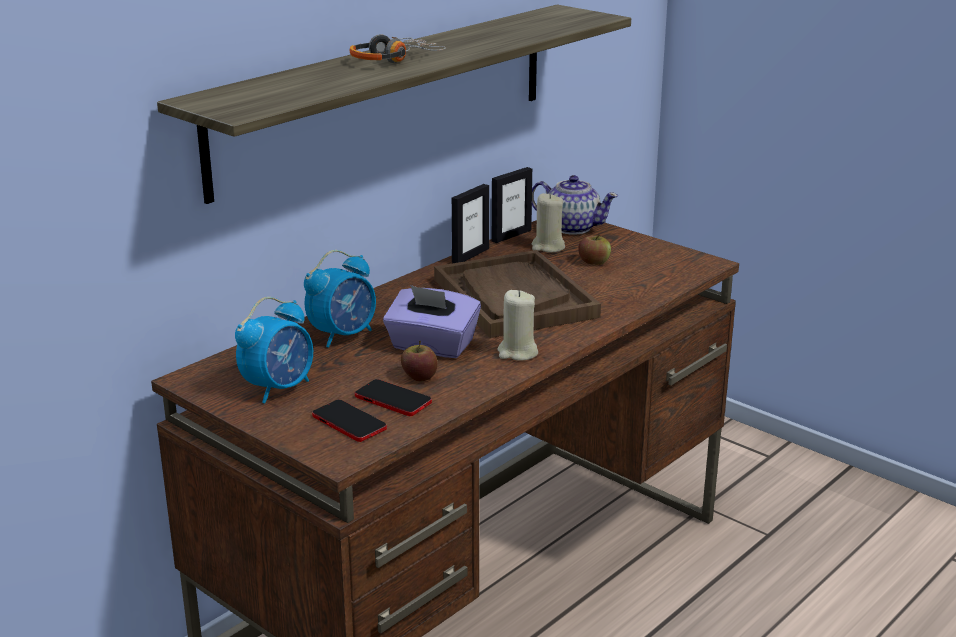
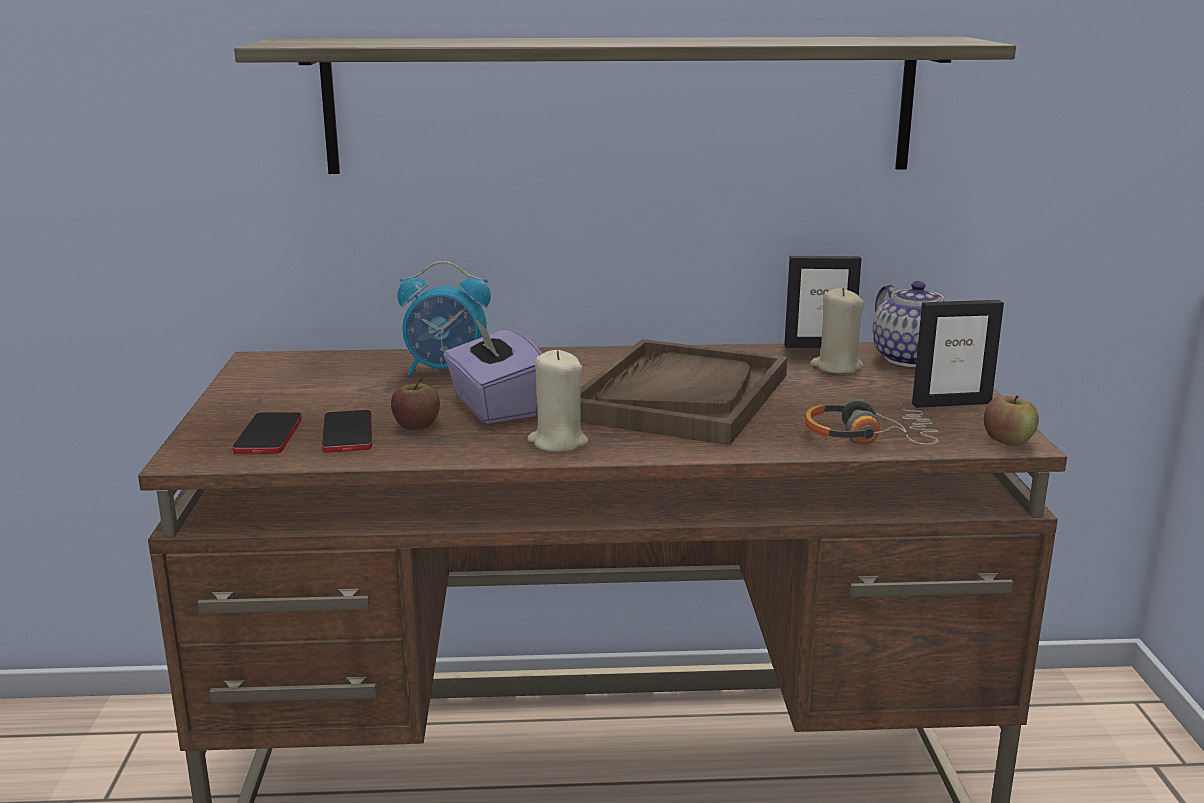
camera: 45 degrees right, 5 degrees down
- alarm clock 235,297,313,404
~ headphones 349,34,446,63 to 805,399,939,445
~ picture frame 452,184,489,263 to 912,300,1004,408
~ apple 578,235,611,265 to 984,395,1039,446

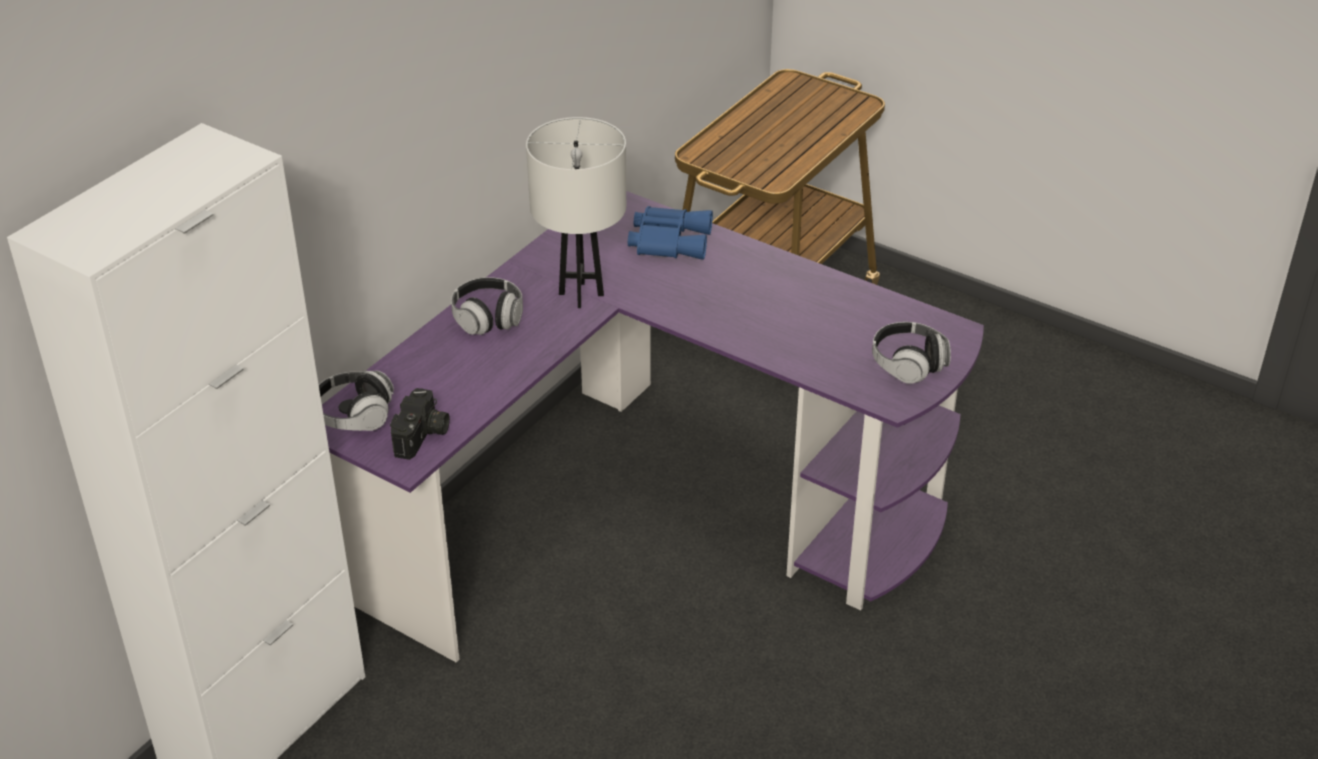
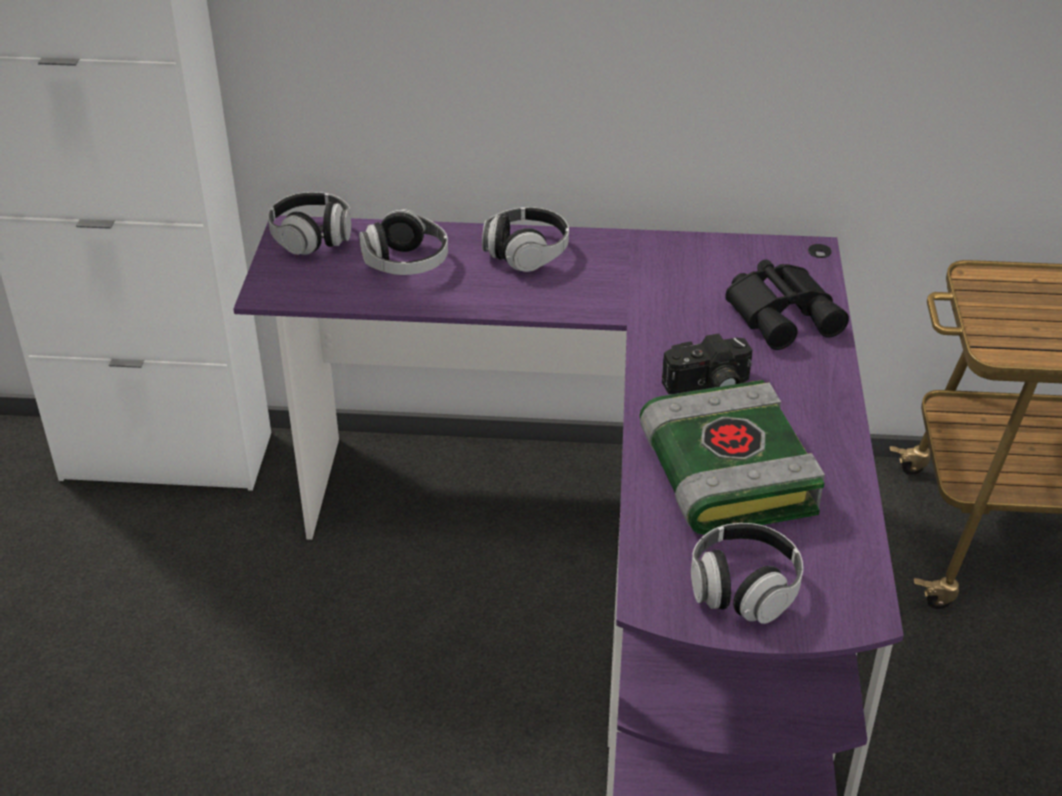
camera: 60 degrees right, 0 degrees up
- white table lamp 526,117,626,308
+ headphones 359,209,448,275
+ book 640,380,825,535
~ photo camera 390,388,450,460 to 662,333,752,394
~ blue binoculars 628,206,713,260 to black binoculars 725,260,849,350

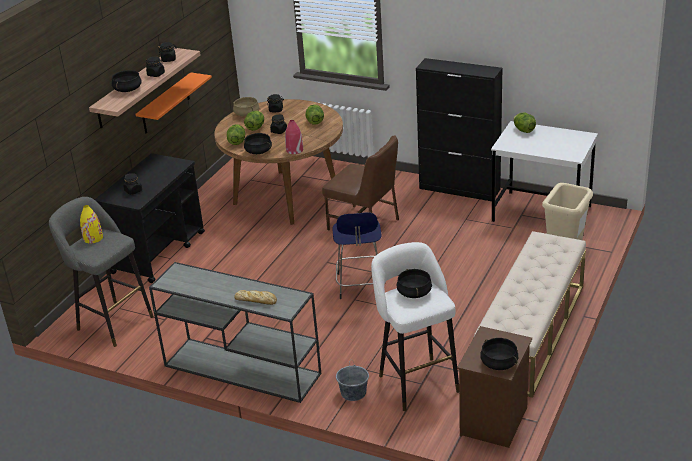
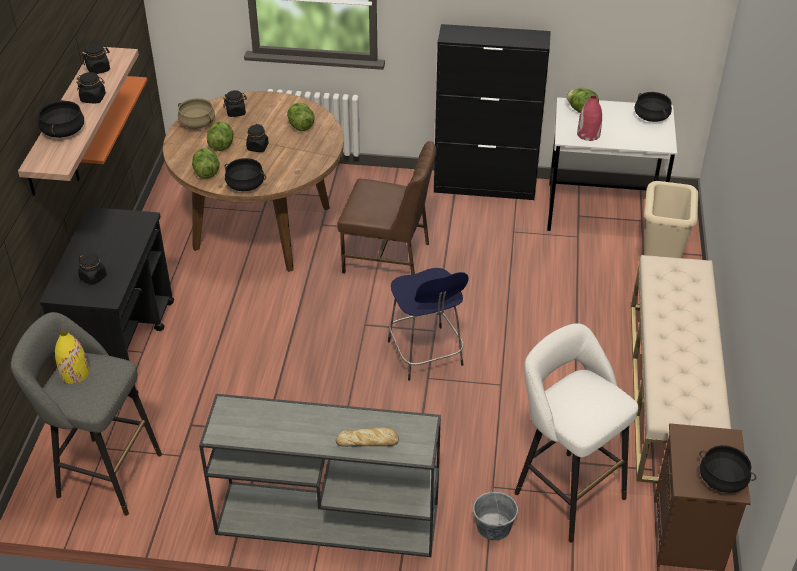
camera: 20 degrees left, 10 degrees up
~ red vase 285,120,303,154 to 577,96,602,141
~ black cooking pot 396,269,432,298 to 634,92,672,122

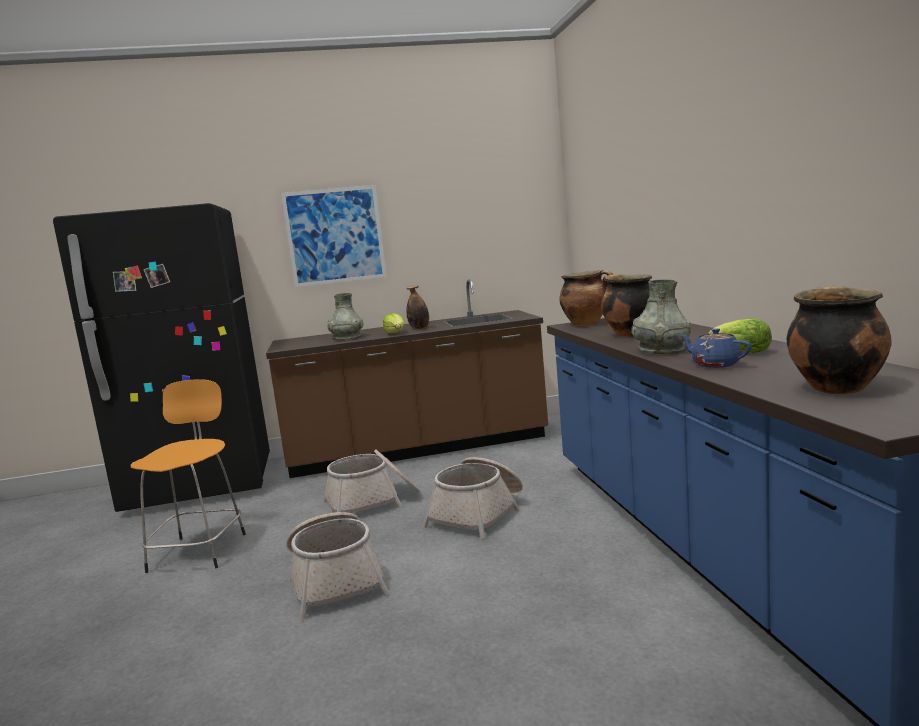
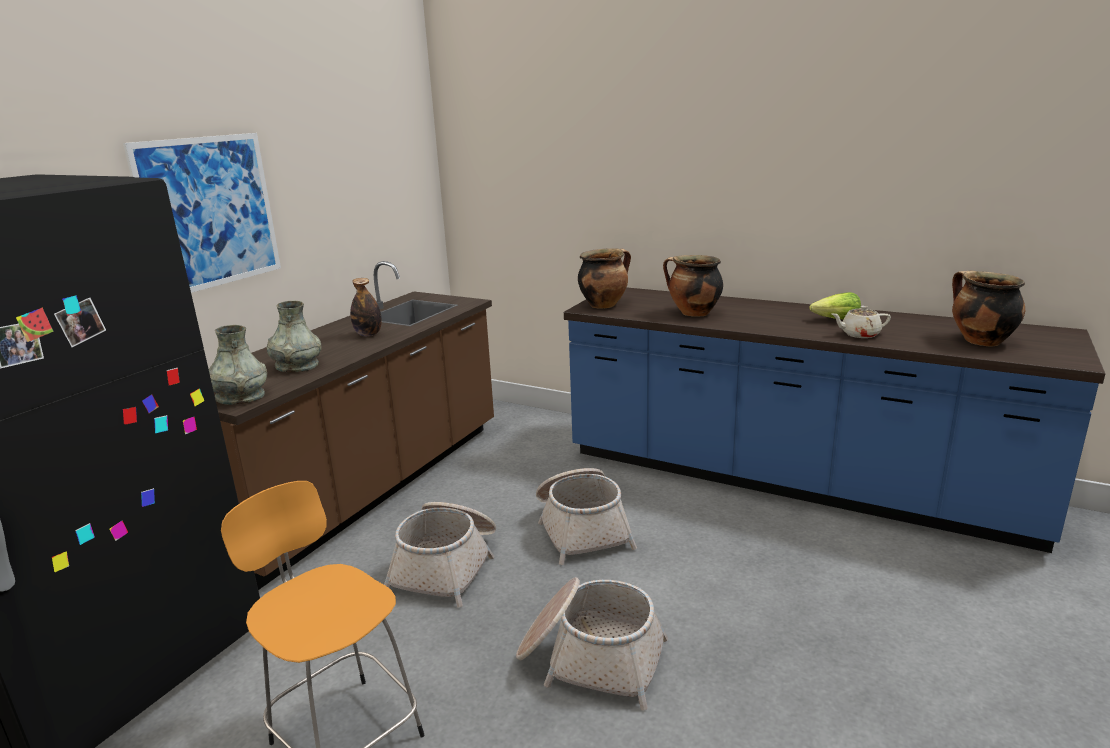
camera: 50 degrees left, 10 degrees up
- lettuce 383,313,405,334
~ grey vase 631,279,691,354 to 209,325,267,405
~ blue teapot 680,329,751,368 to beige teapot 832,306,891,338

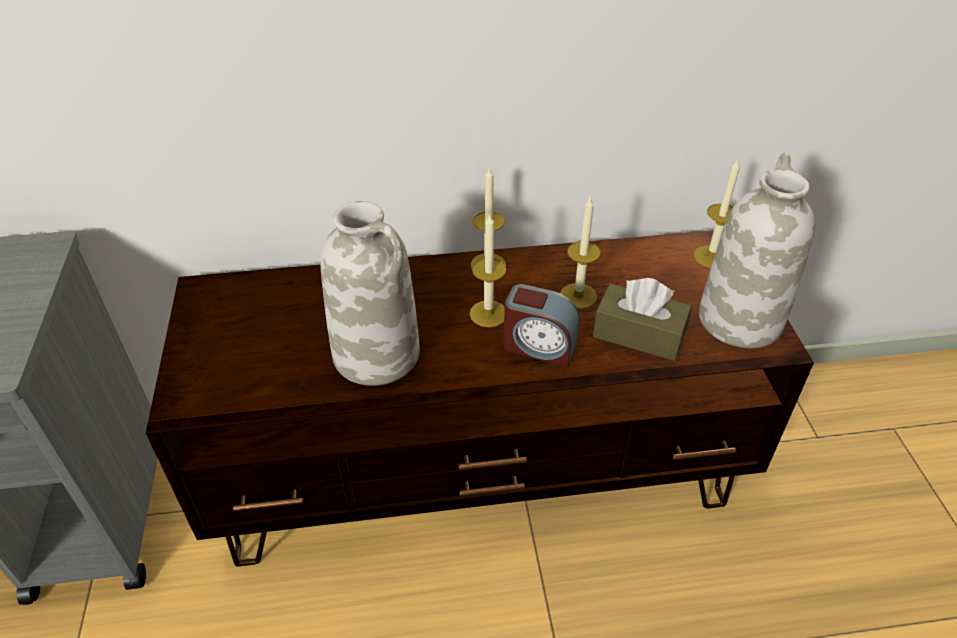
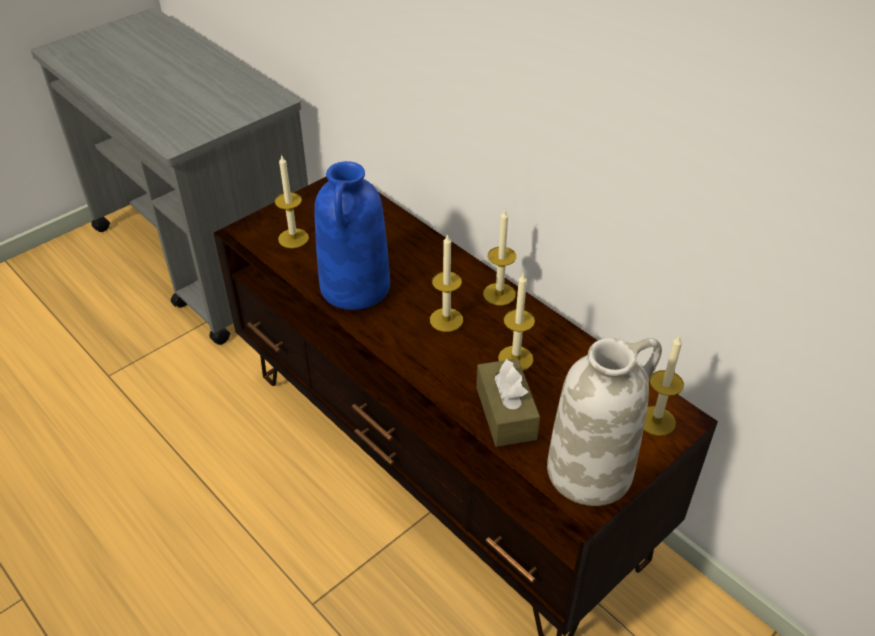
camera: 55 degrees right, 0 degrees up
- alarm clock 503,284,580,367
+ candle 275,154,309,248
~ white vase 320,201,420,386 to blue vase 314,161,390,310

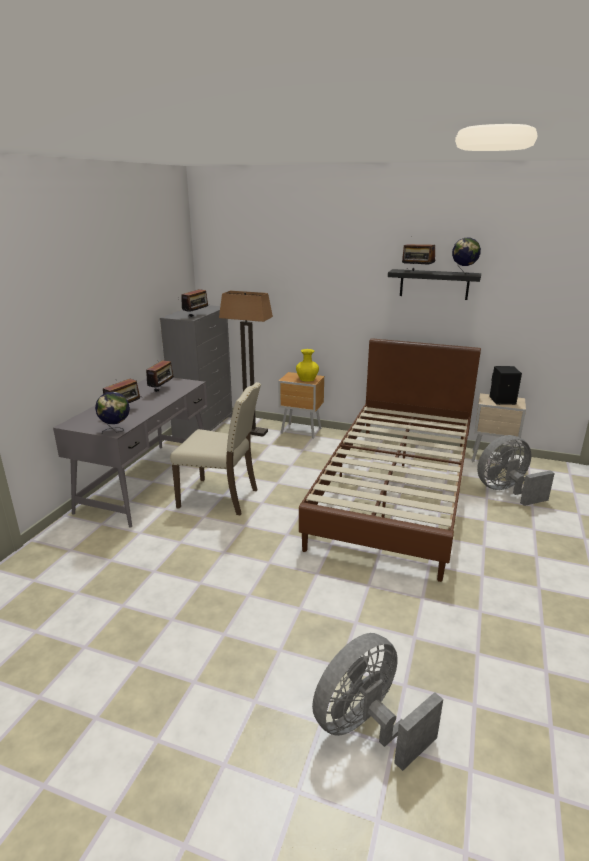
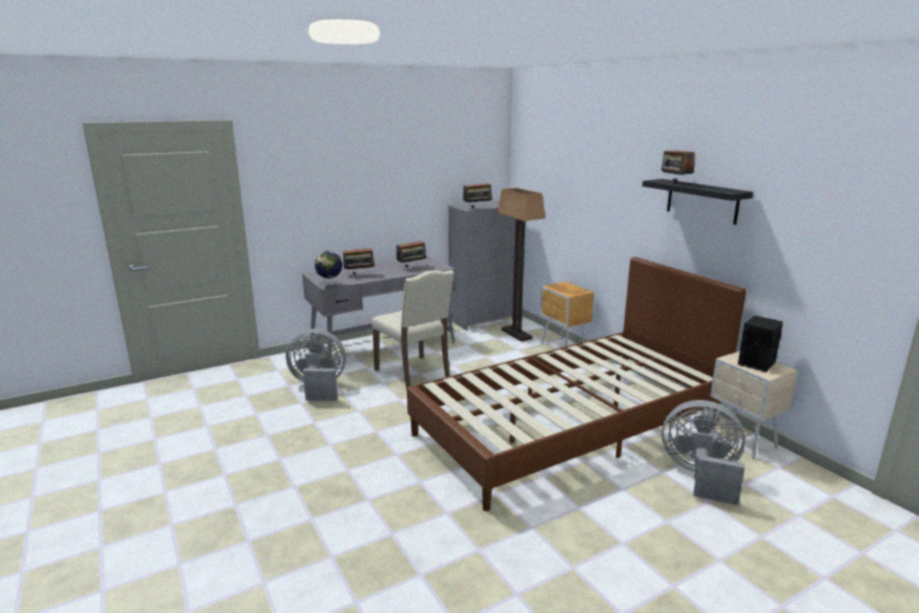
camera: 40 degrees right, 5 degrees down
- yellow vase 296,349,319,382
- globe 452,238,481,274
~ grey fan 312,633,443,771 to 286,329,346,401

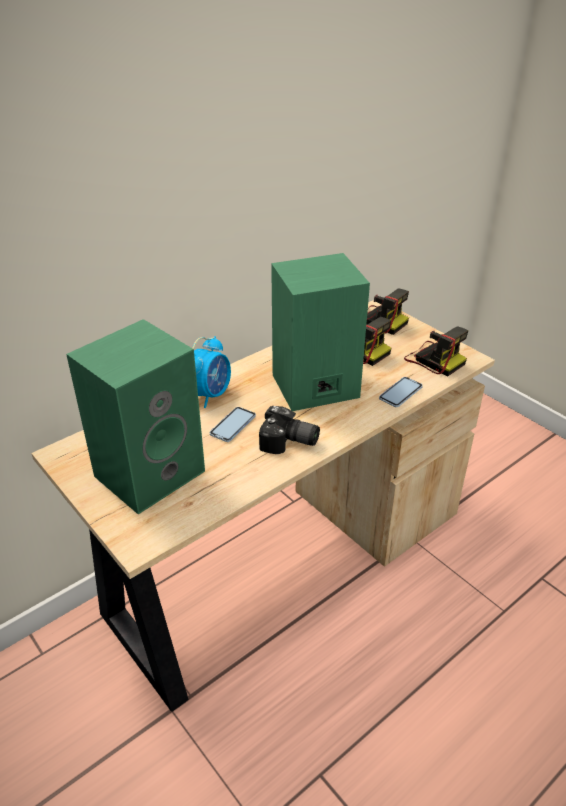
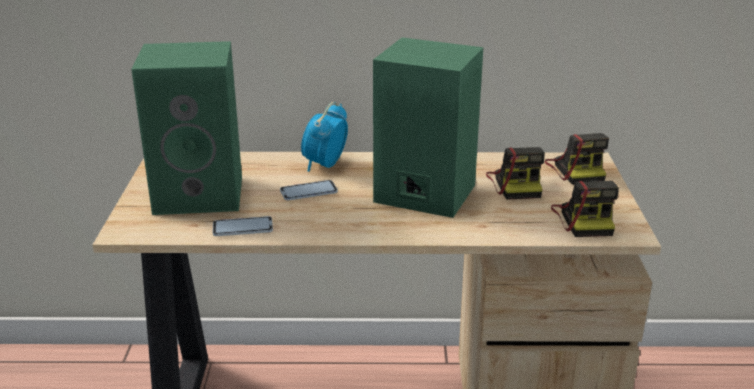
camera: 40 degrees right, 10 degrees down
- photo camera 259,406,320,454
~ phone 379,377,423,407 to 213,216,273,236
~ alarm clock 192,336,231,408 = 301,102,348,172 135 degrees clockwise

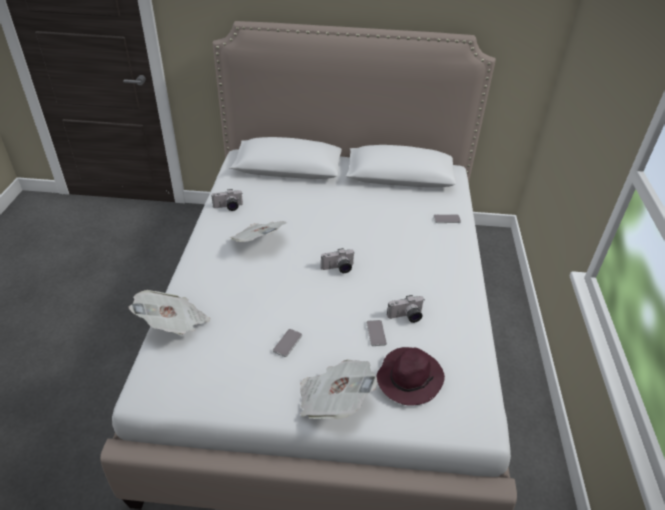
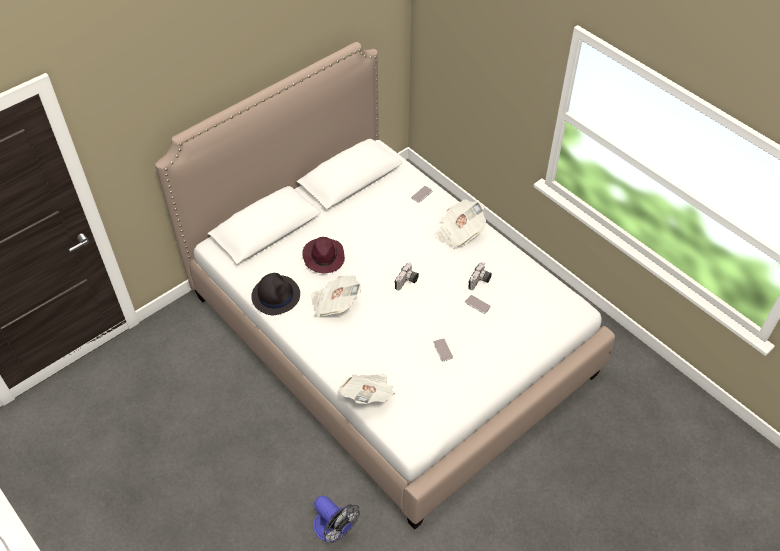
camera: 45 degrees left, 10 degrees up
+ fan 313,496,360,543
~ newspaper 300,360,377,419 to 435,199,486,249
~ purple hat 377,347,445,406 to 302,237,345,273
~ photo camera 211,189,243,211 to black hat 251,273,300,315

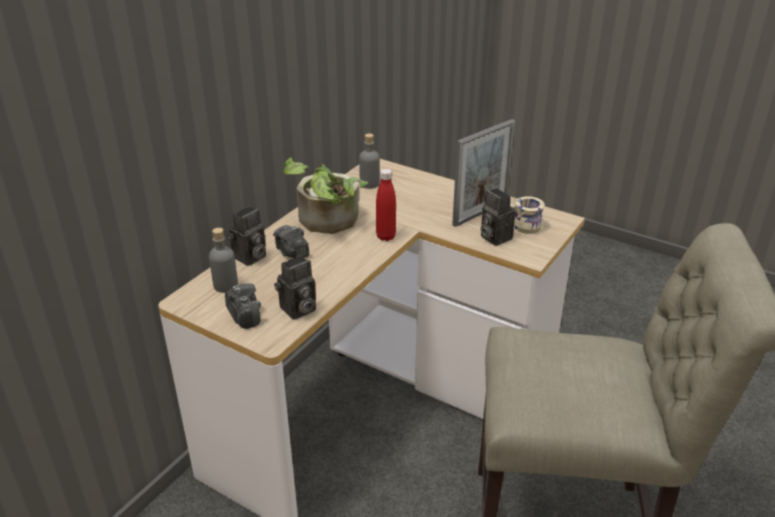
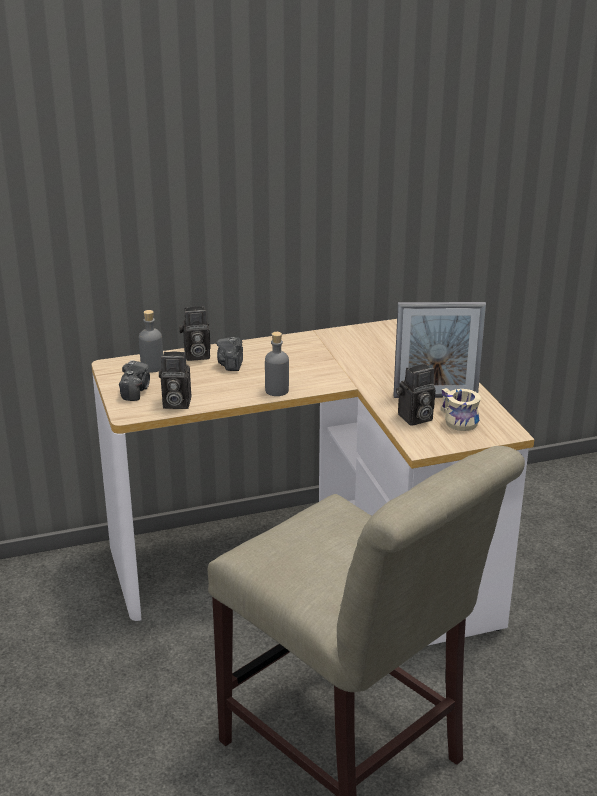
camera: 40 degrees right, 5 degrees down
- potted plant 284,158,368,234
- red bottle 376,169,396,241
~ grey bottle 359,134,380,189 to 265,332,289,396
~ photo camera 481,188,515,246 = 396,364,436,426 120 degrees counterclockwise

